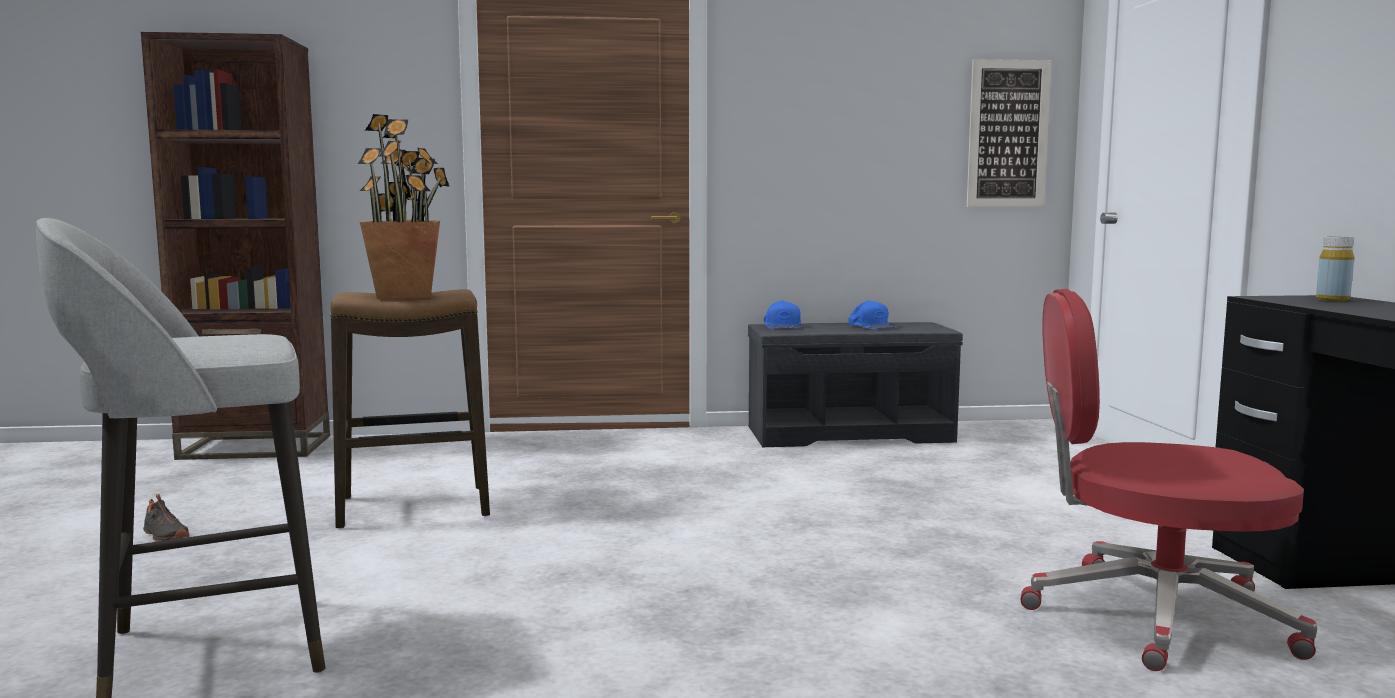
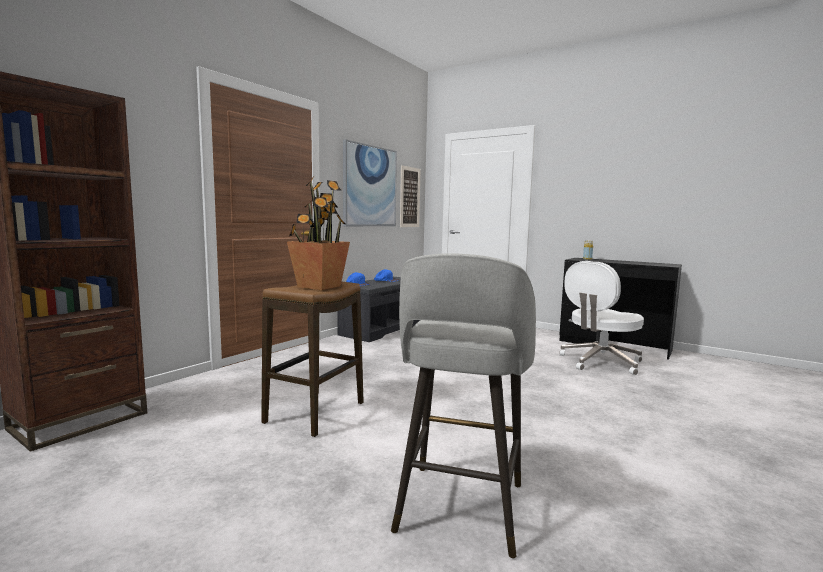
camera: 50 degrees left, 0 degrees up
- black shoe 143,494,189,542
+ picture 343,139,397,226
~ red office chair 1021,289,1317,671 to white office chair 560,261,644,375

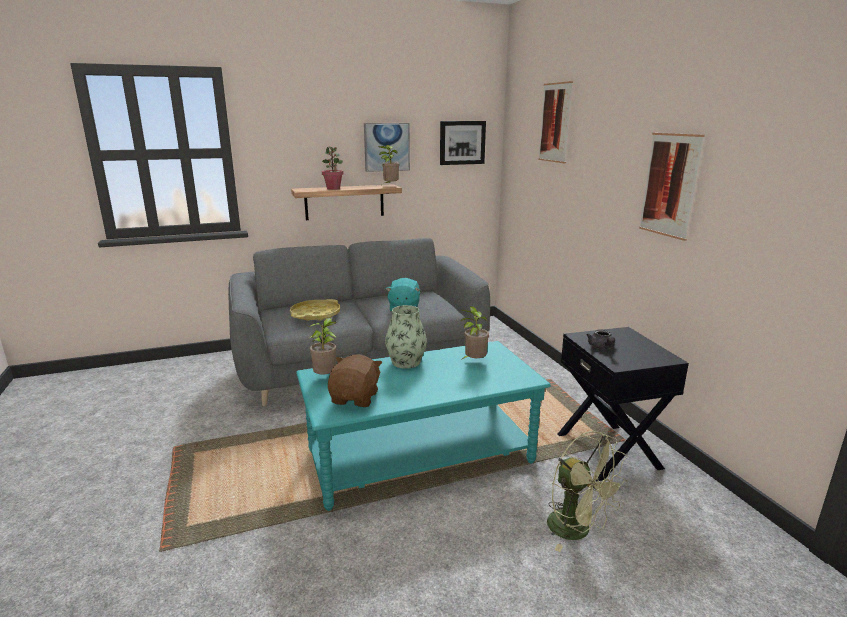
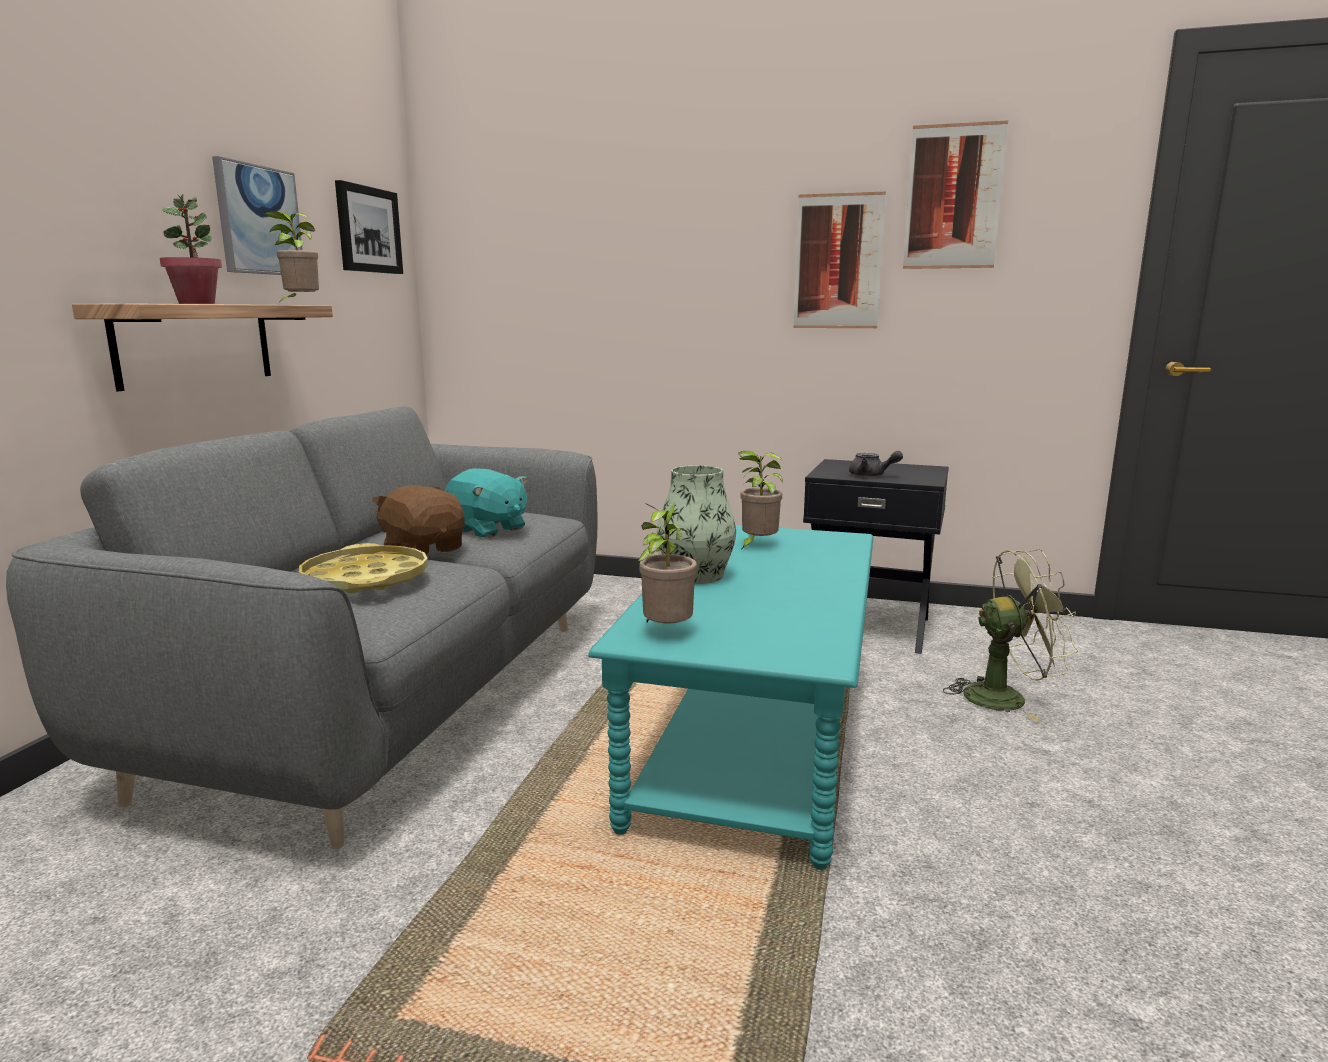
camera: 55 degrees left, 5 degrees down
~ brown plush toy 328,355,382,407 to 372,485,465,555
~ picture 538,81,573,163 to 903,120,1008,269

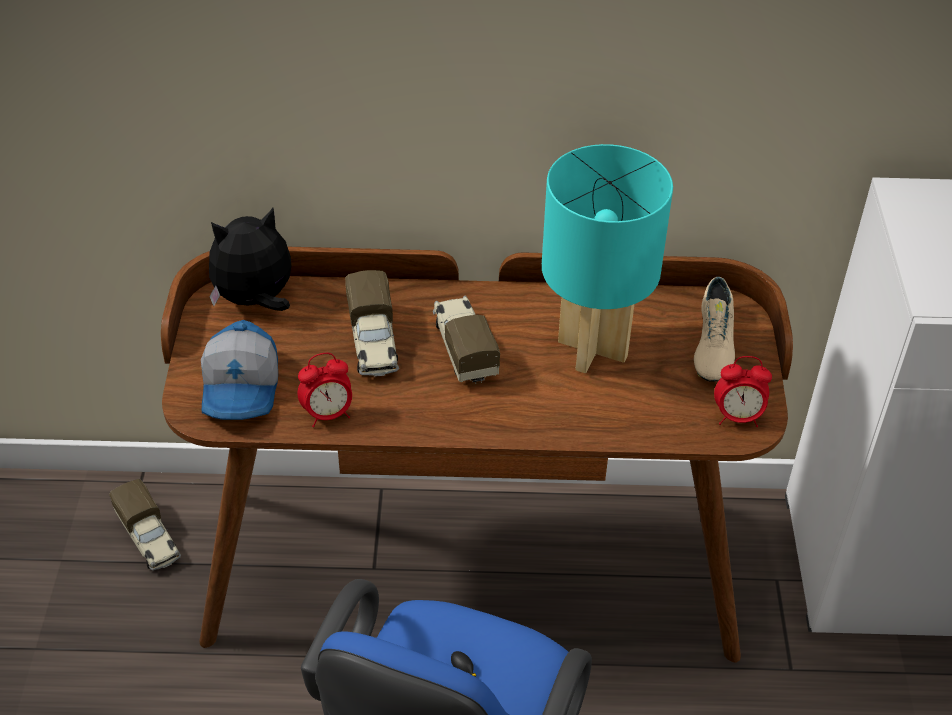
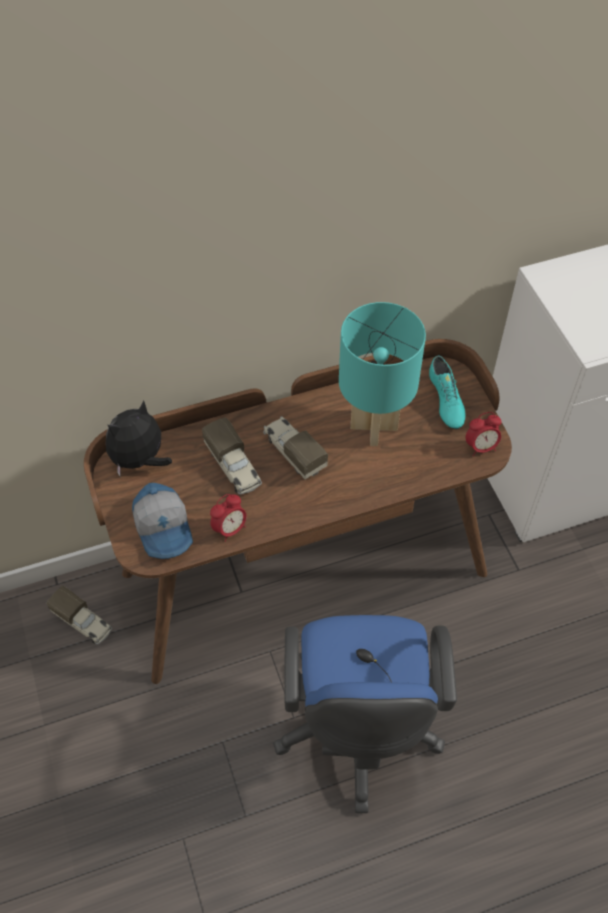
camera: 20 degrees left, 10 degrees up
~ beige shoe 694,277,735,382 to turquoise shoe 429,356,466,429

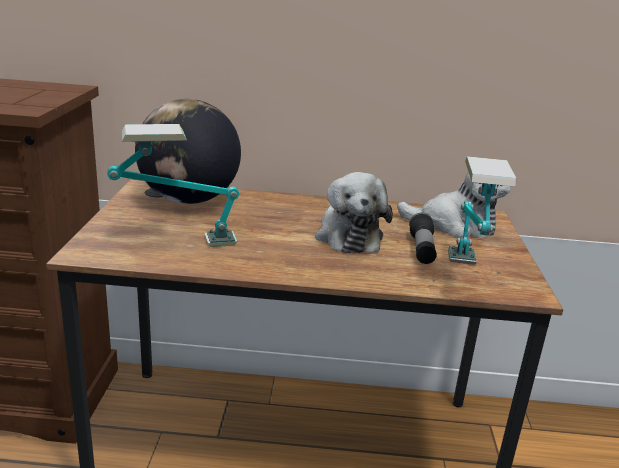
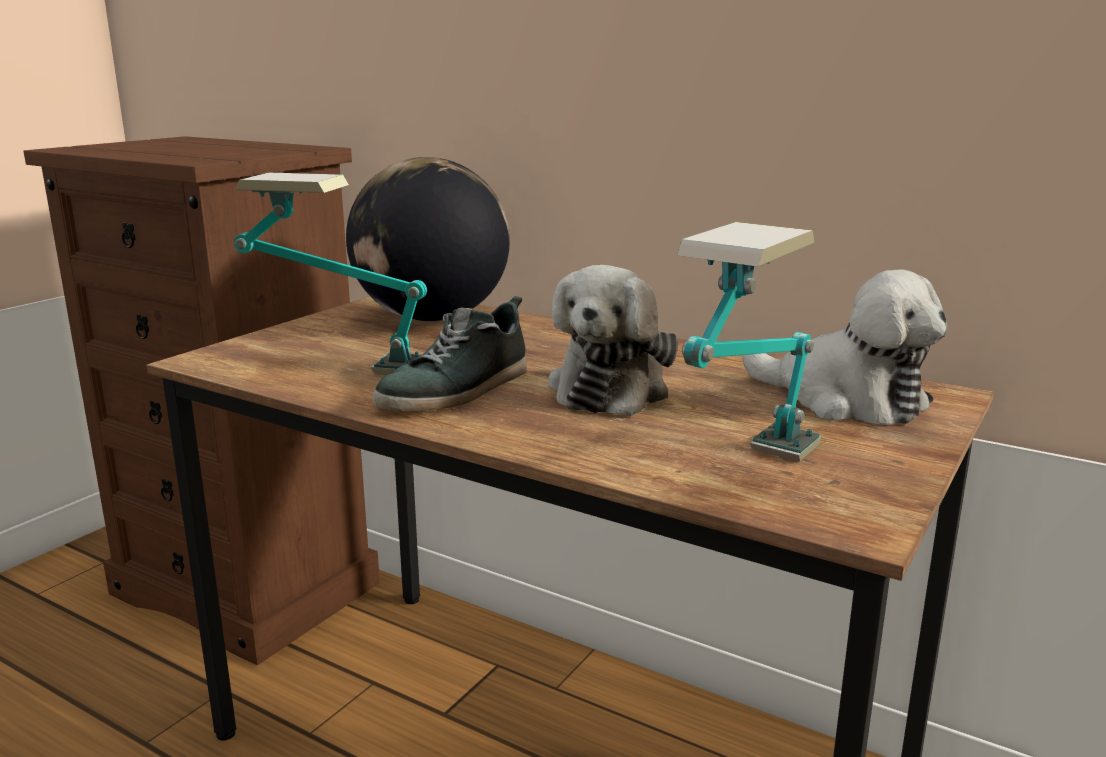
camera: 30 degrees right, 5 degrees down
- flashlight 409,213,437,264
+ shoe 373,296,527,412

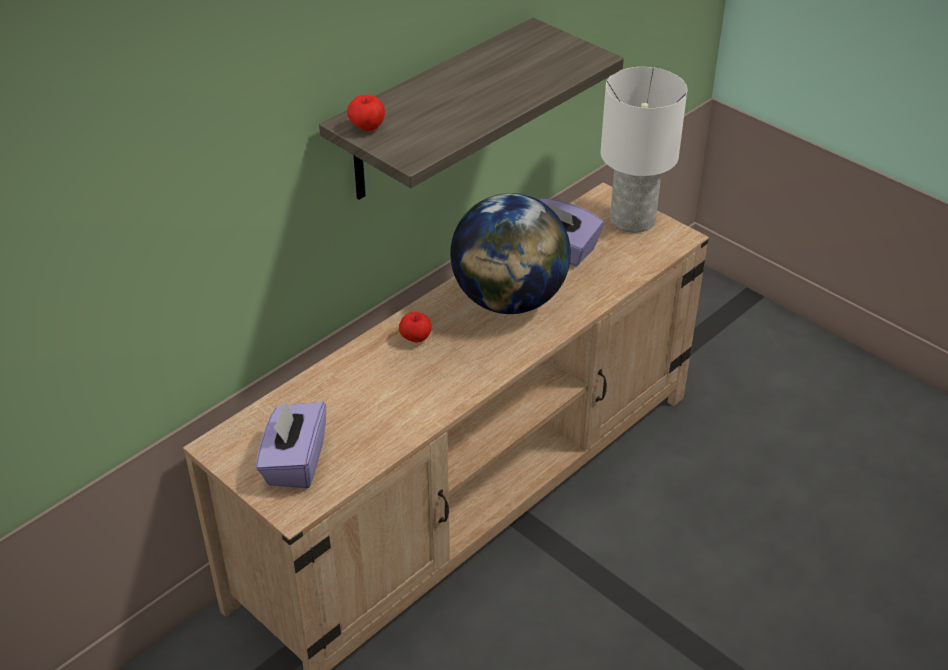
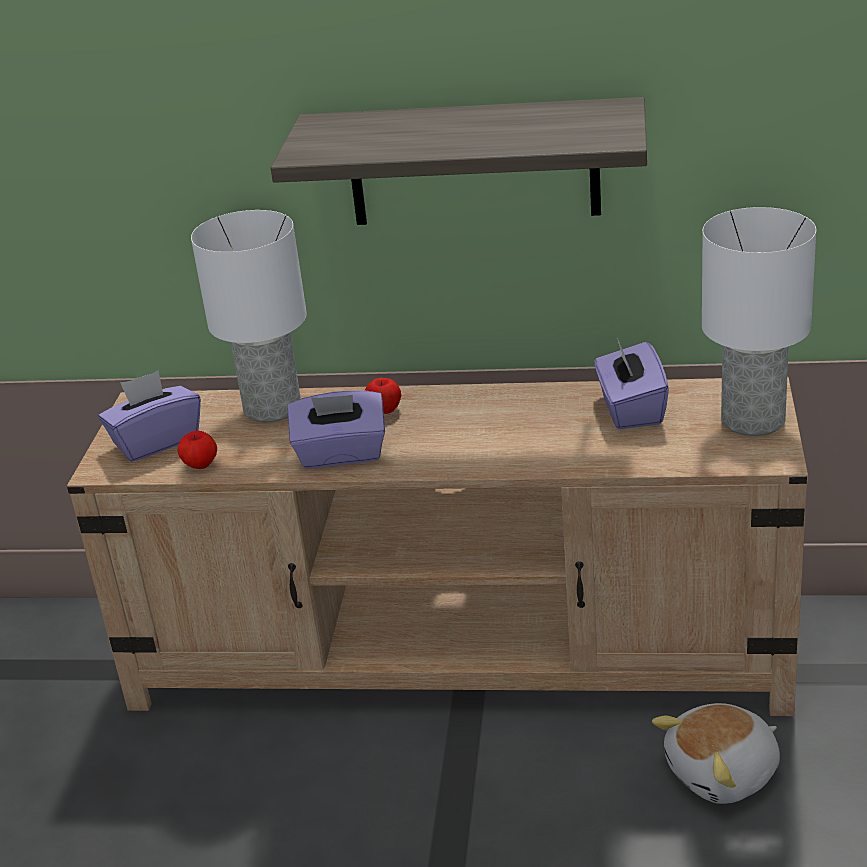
camera: 55 degrees right, 10 degrees down
- globe 450,193,571,314
+ white table lamp 191,210,307,422
+ purple tissue box 288,390,385,469
+ plush toy 652,703,780,804
~ apple 347,95,385,131 to 178,431,217,469

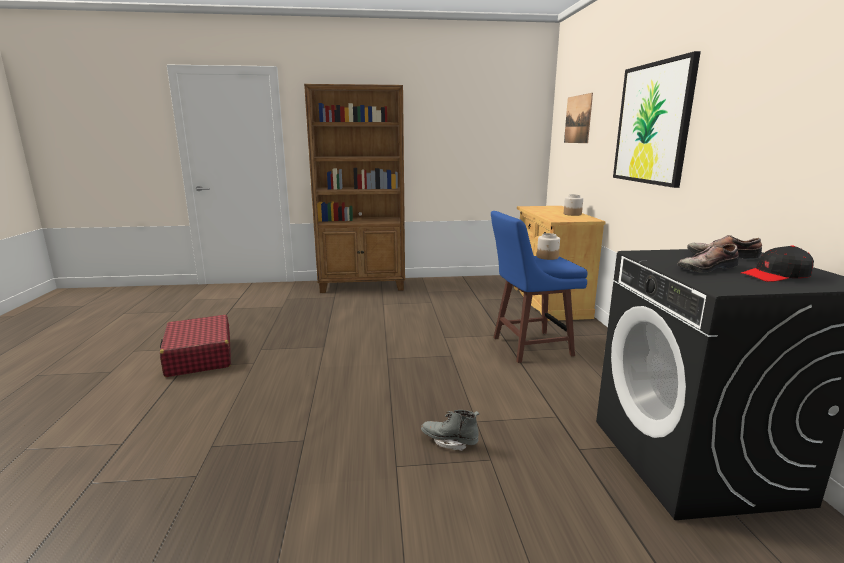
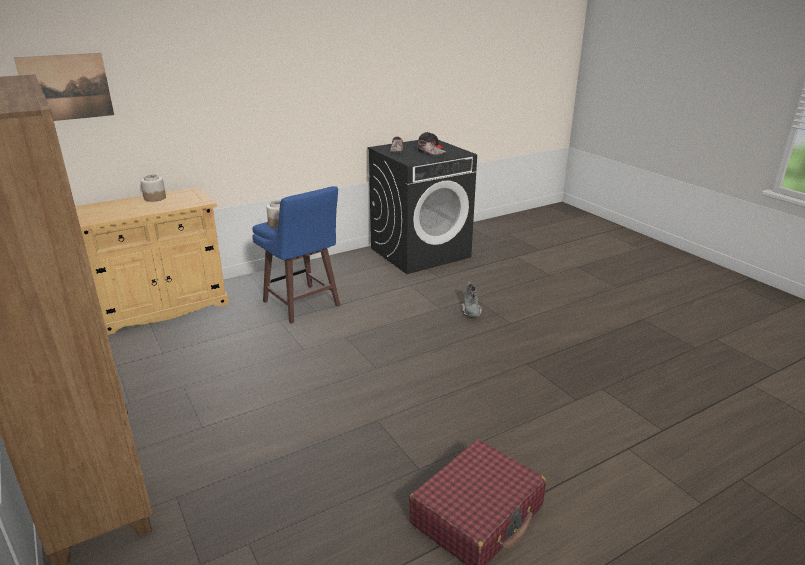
camera: 115 degrees left, 10 degrees up
- picture 613,51,701,188

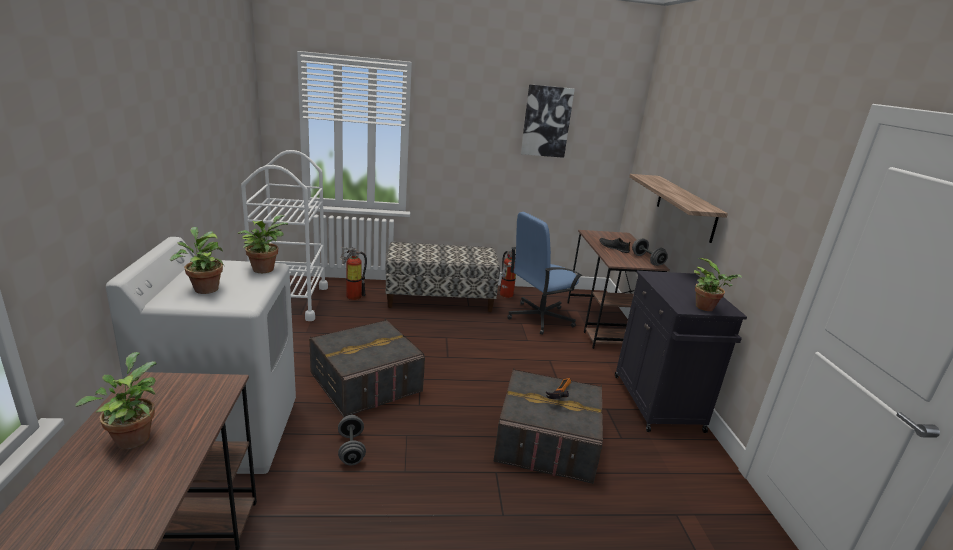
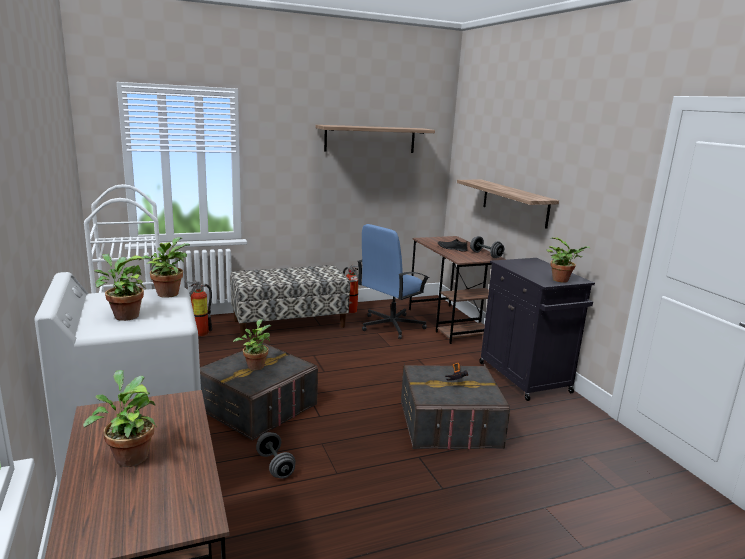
camera: 15 degrees left, 5 degrees down
+ potted plant 233,319,271,370
~ picture 521,84,575,158 to shelf 315,125,435,153

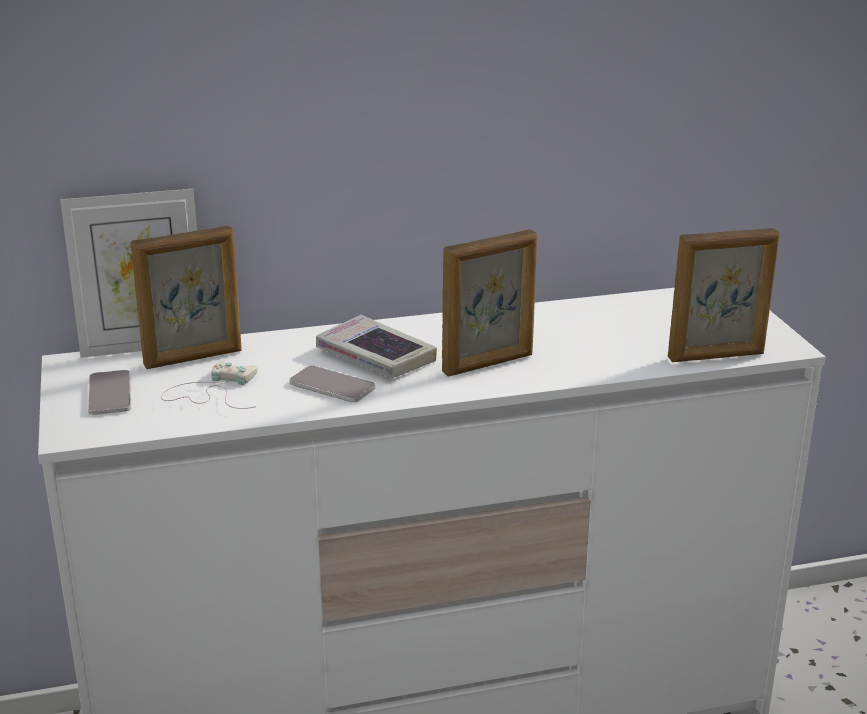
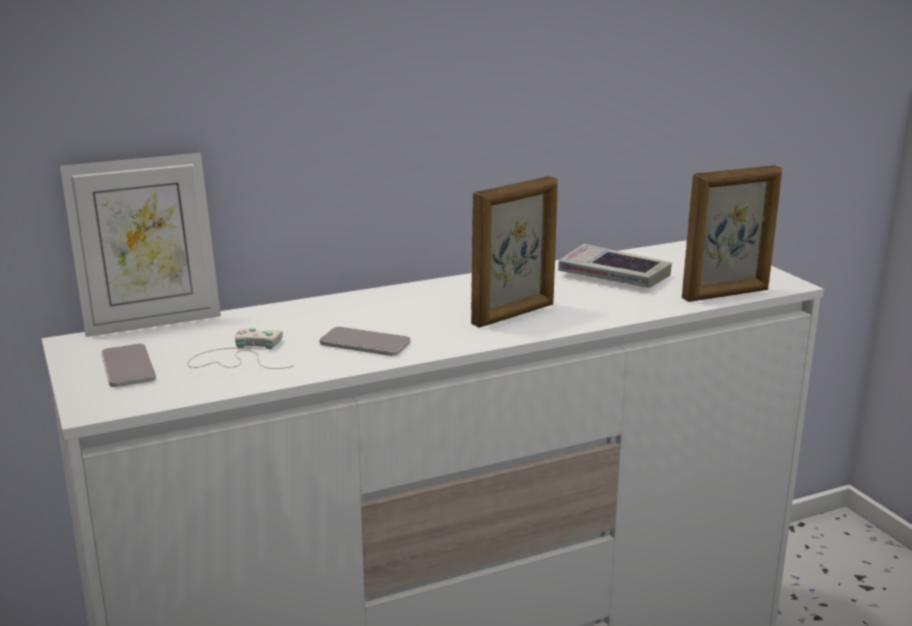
camera: 10 degrees left, 5 degrees down
- picture frame 131,226,242,369
~ book 316,315,437,378 to 558,244,672,288

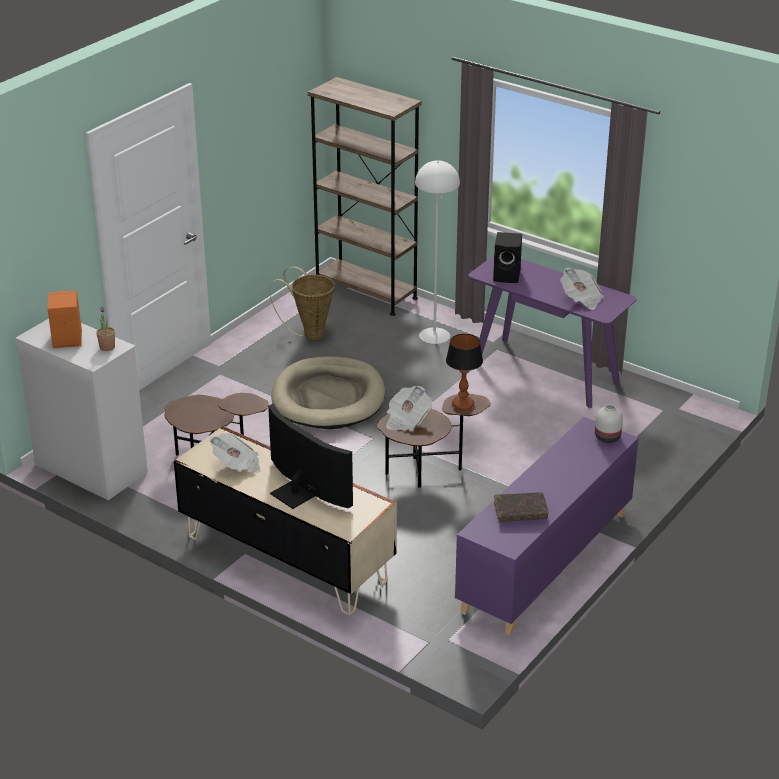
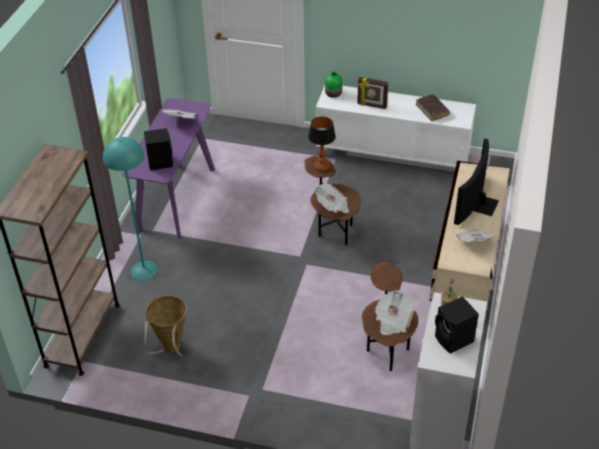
camera: 110 degrees left, 10 degrees up
- beige dog bed 271,357,385,429
+ picture frame 357,77,388,109
+ newspaper 375,290,414,335
~ orange speaker 47,291,82,348 to black speaker 435,296,479,354
~ white floor lamp 415,160,460,344 to turquoise floor lamp 103,137,158,280
~ purple cabinet 455,417,639,636 to white cabinet 316,86,476,169
~ white vase 595,404,623,443 to green vase 325,72,343,98

